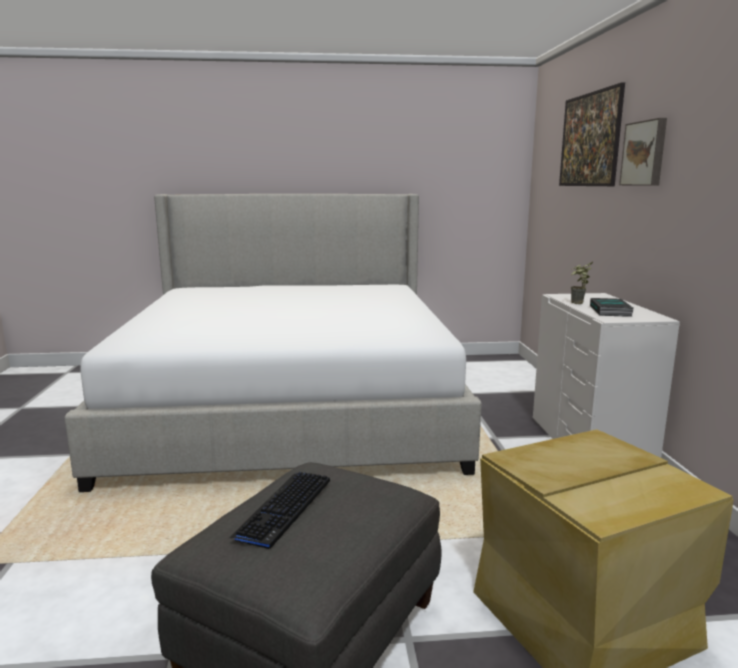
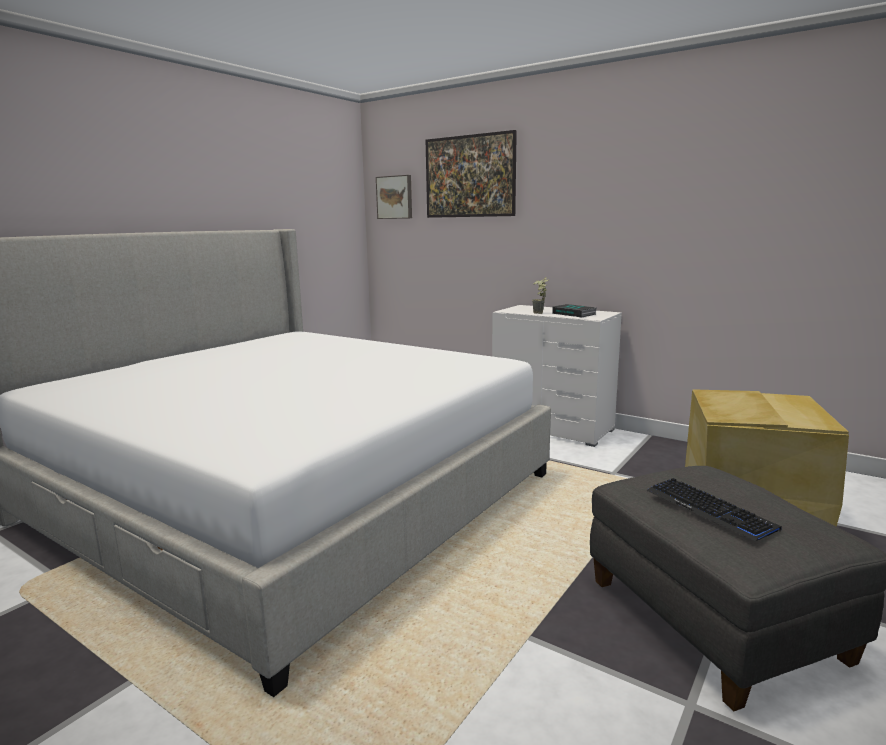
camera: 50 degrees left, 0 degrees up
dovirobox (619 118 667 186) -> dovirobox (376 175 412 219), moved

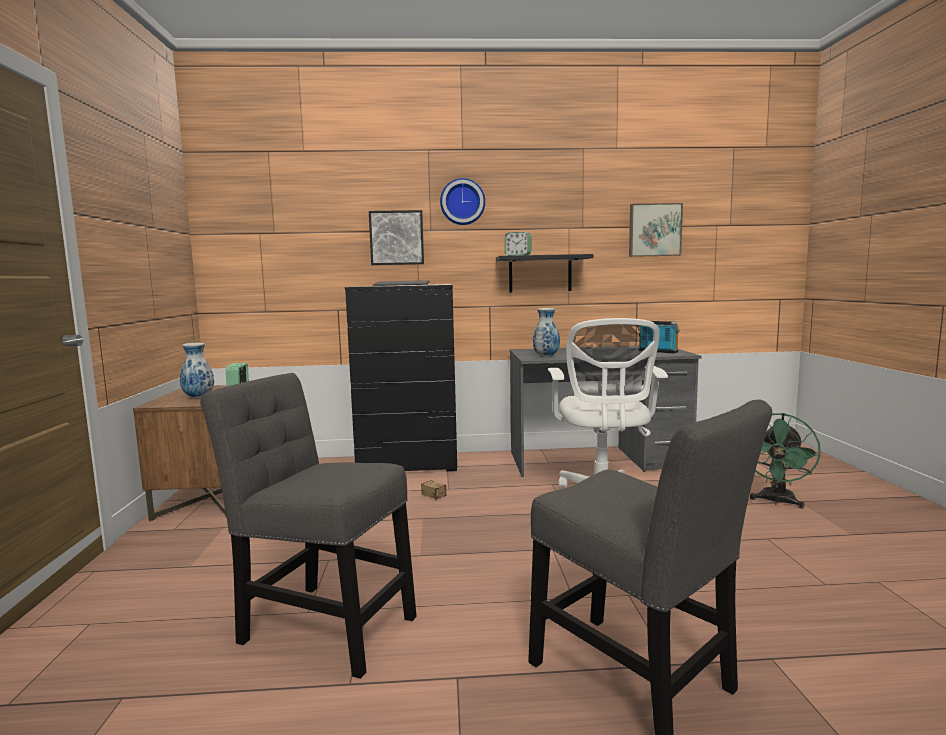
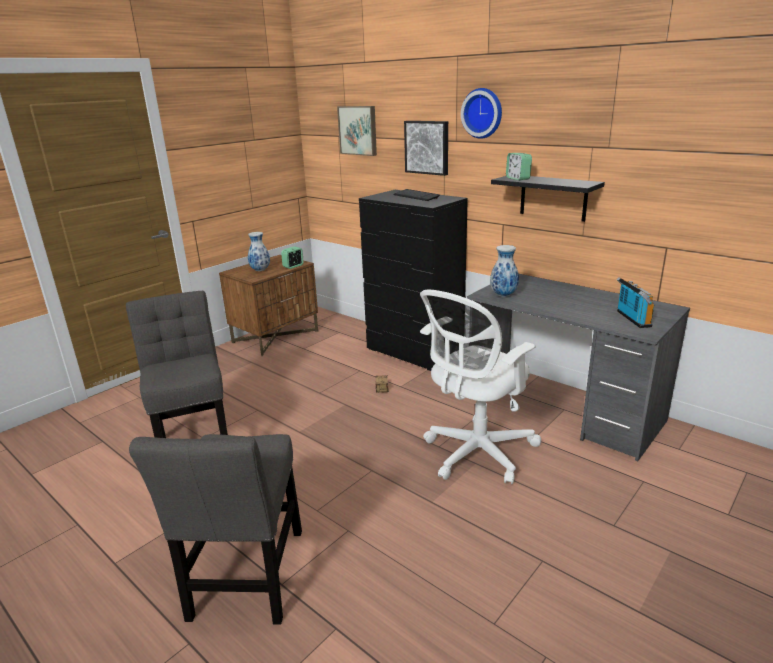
camera: 45 degrees right, 15 degrees up
dovirobox (629 203 683 257) -> dovirobox (337 106 377 156), moved
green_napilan (750 413 821 509) -> none

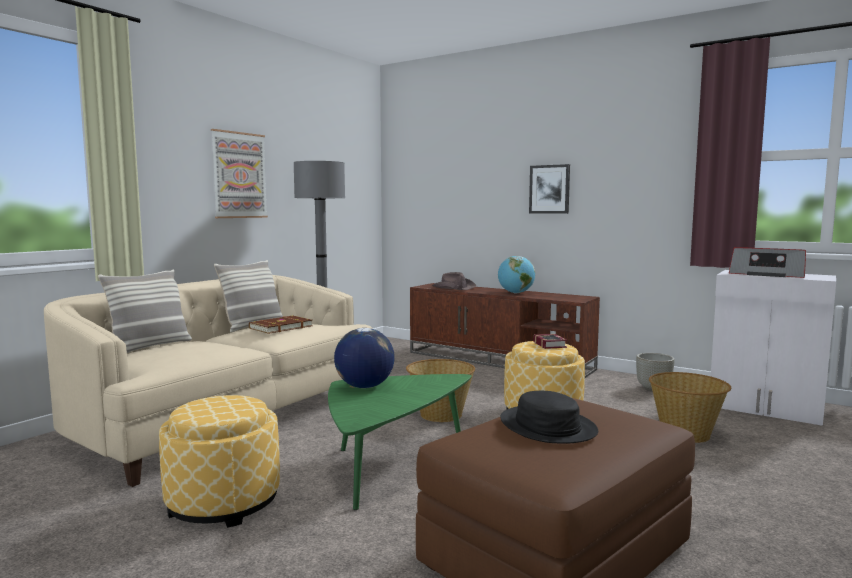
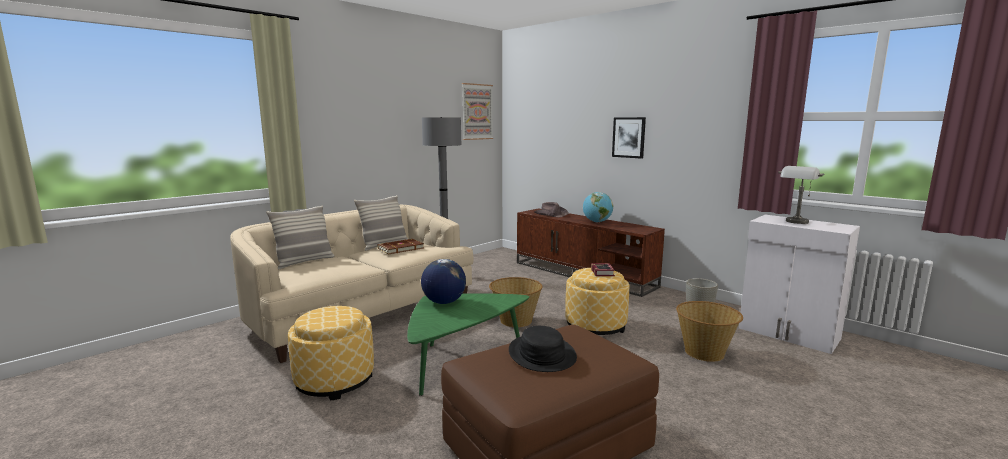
camera: 10 degrees right, 5 degrees up
dovirobox (211 129 268 218) -> dovirobox (462 83 493 140), moved
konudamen (729 247 806 278) -> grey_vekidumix (778 166 825 224)

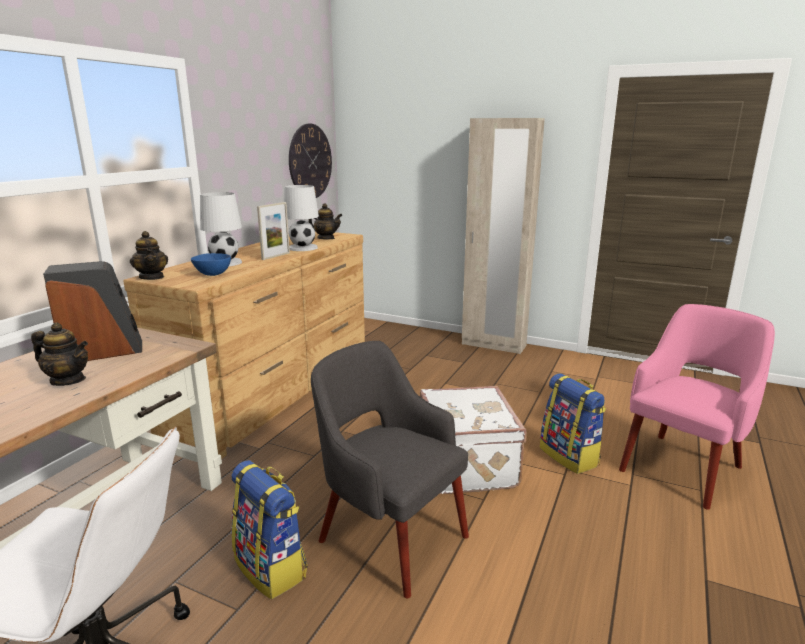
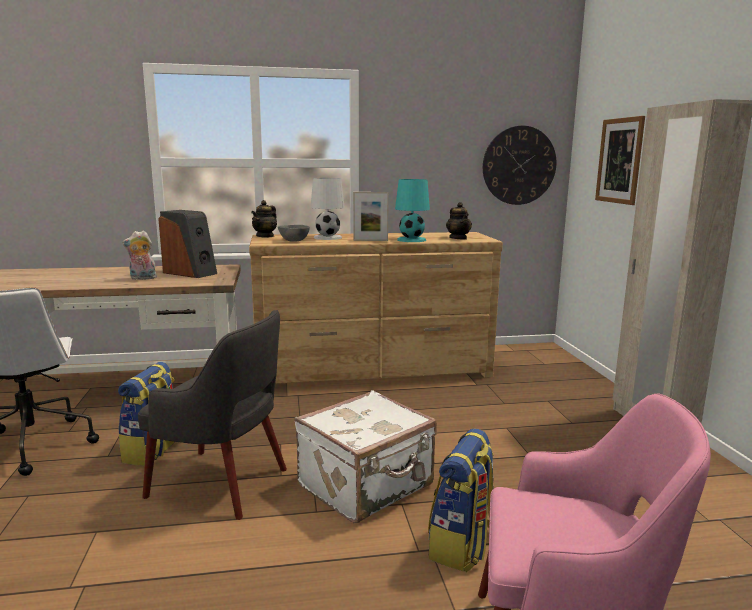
camera: 55 degrees right, 5 degrees down
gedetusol (31 322 88 386) -> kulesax (122 231 157 280)
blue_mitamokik (191 253 231 276) -> grey_mitamokik (278 225 310 242)
white_vekidumix (284 185 319 251) -> turquoise_vekidumix (395 179 430 242)
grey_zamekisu (311 341 469 598) -> grey_zamekisu (138 310 287 520), 105 degrees clockwise
none -> dovirobox (595 116 645 205)

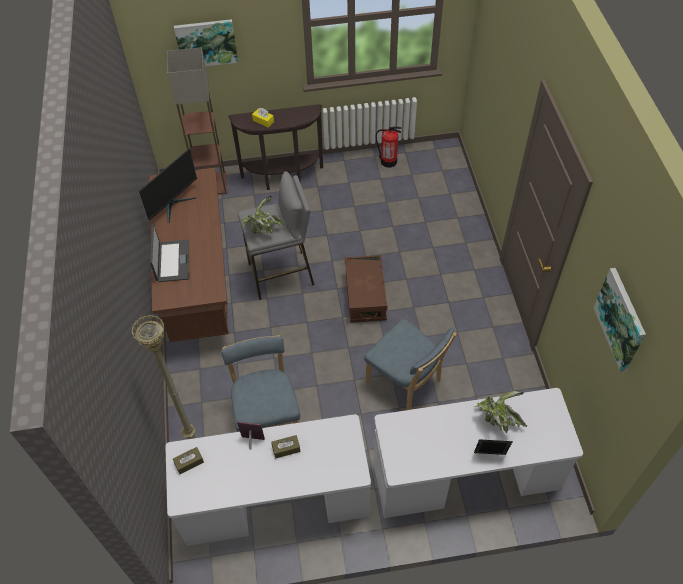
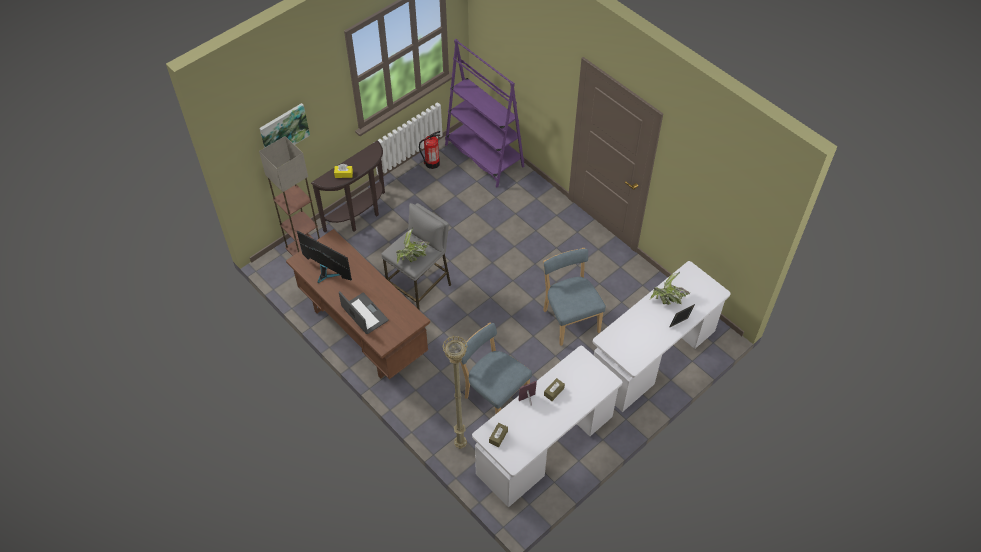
camera: 35 degrees left, 0 degrees up
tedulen (139 149 197 223) -> tedulen (297 231 352 283), 60 degrees counterclockwise
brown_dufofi (345 255 387 323) -> none
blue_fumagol (364 319 457 410) -> blue_fumagol (543 248 606 346), 120 degrees counterclockwise
dovirobox (593 268 646 372) -> none
none -> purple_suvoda (445 39 524 188)

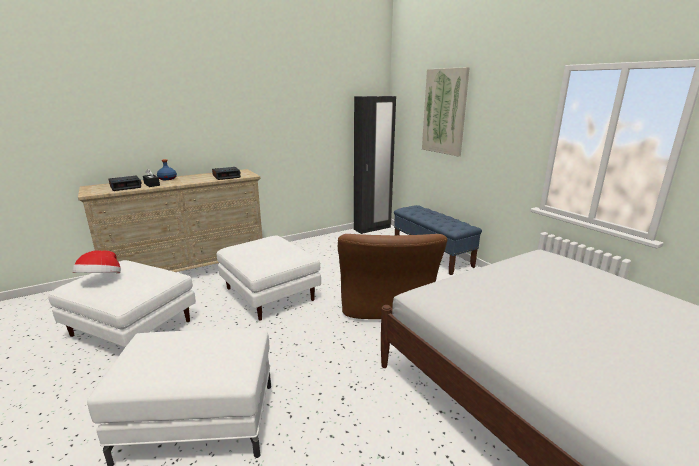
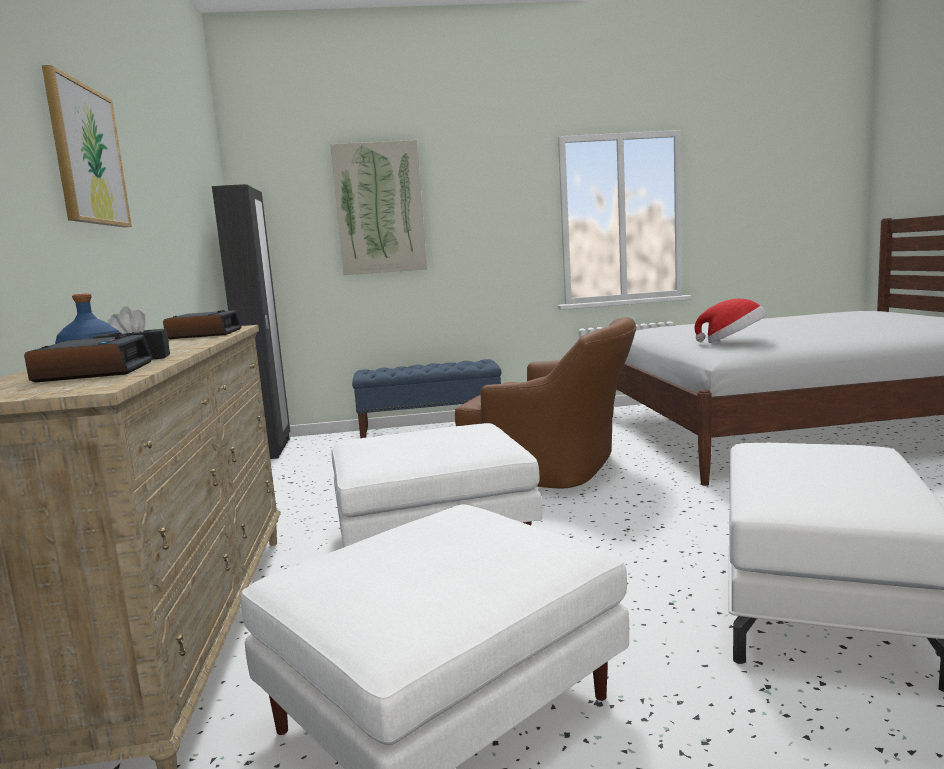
camera: 65 degrees left, 10 degrees down
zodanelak (73 250 121 273) -> zodanelak (694 299 767 343), moved
none -> dovirobox (42 65 132 227)

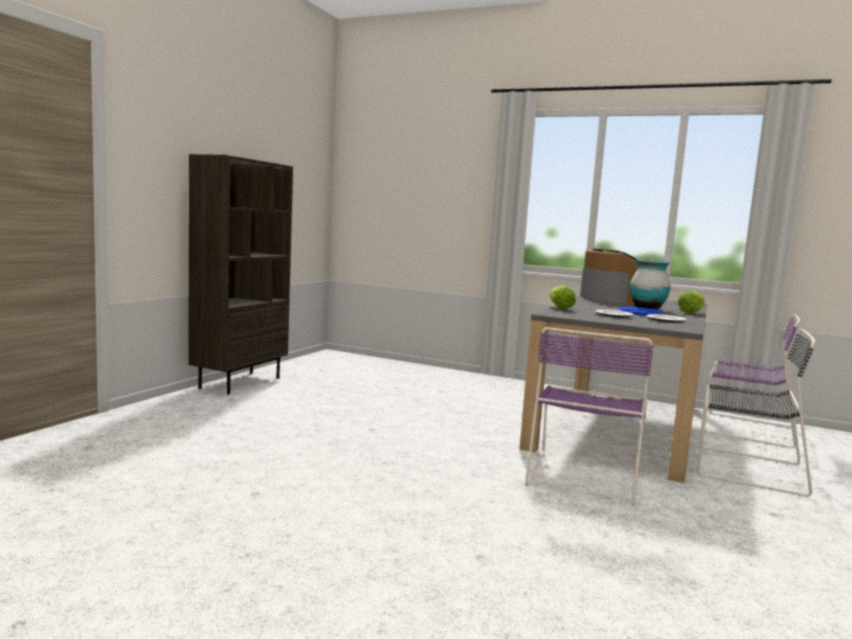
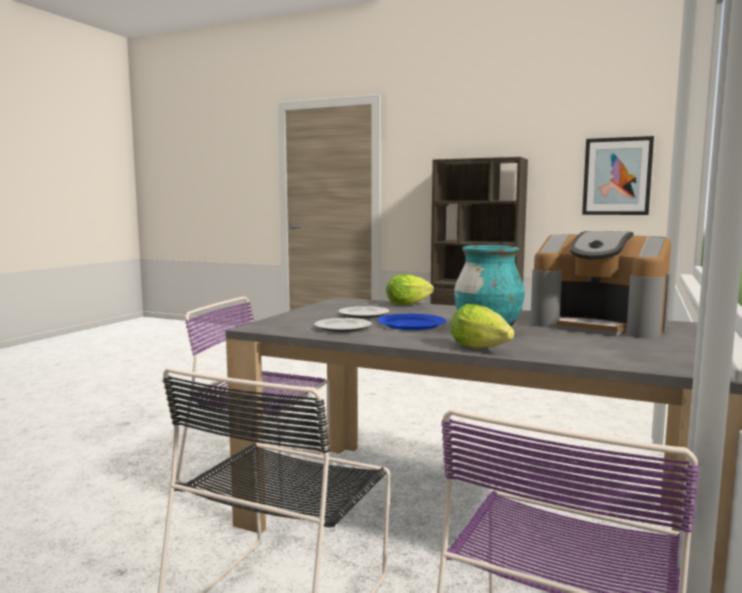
camera: 90 degrees right, 0 degrees up
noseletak (580 248 638 304) -> noseletak (530 231 671 338), 45 degrees clockwise
none -> dovirobox (582 136 654 215)

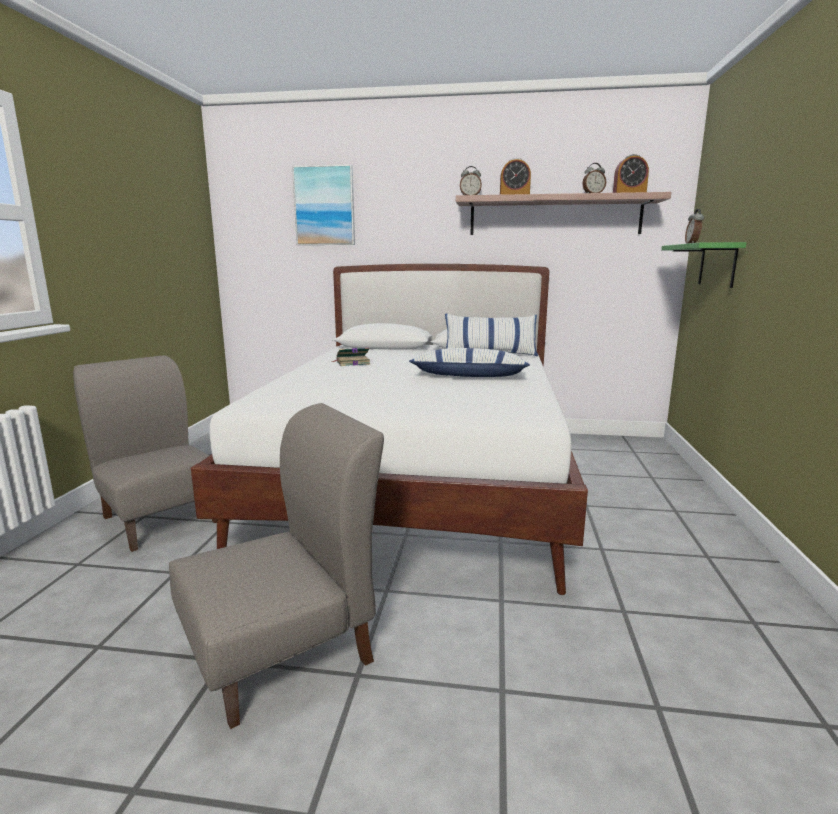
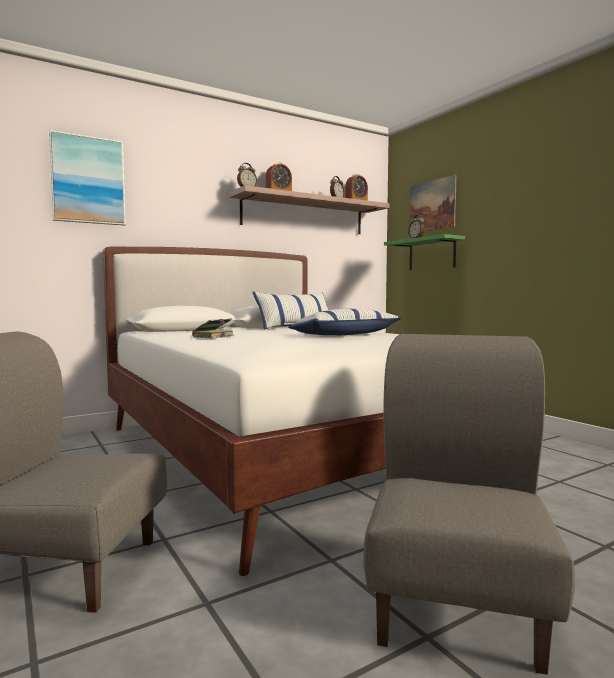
camera: 40 degrees left, 10 degrees down
none -> dovirobox (410 175 457 231)

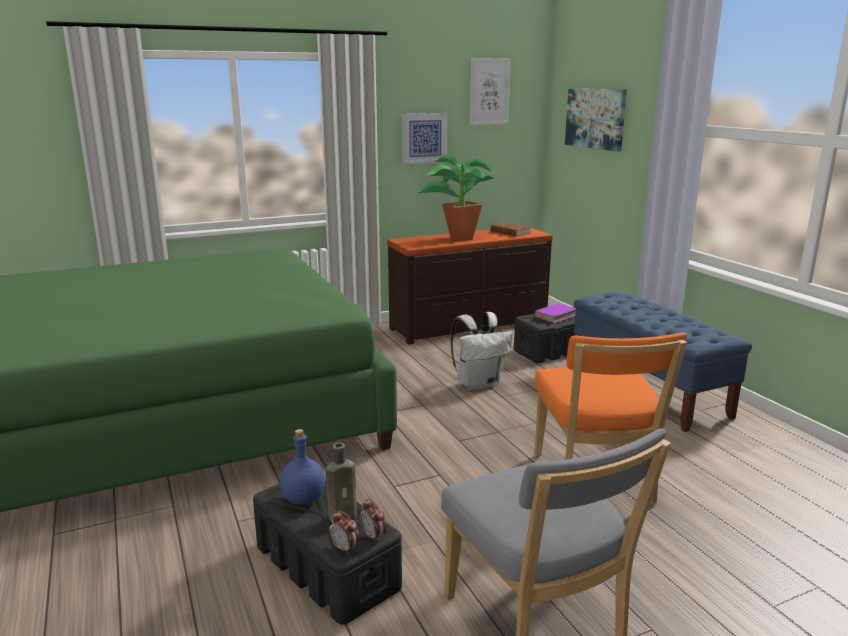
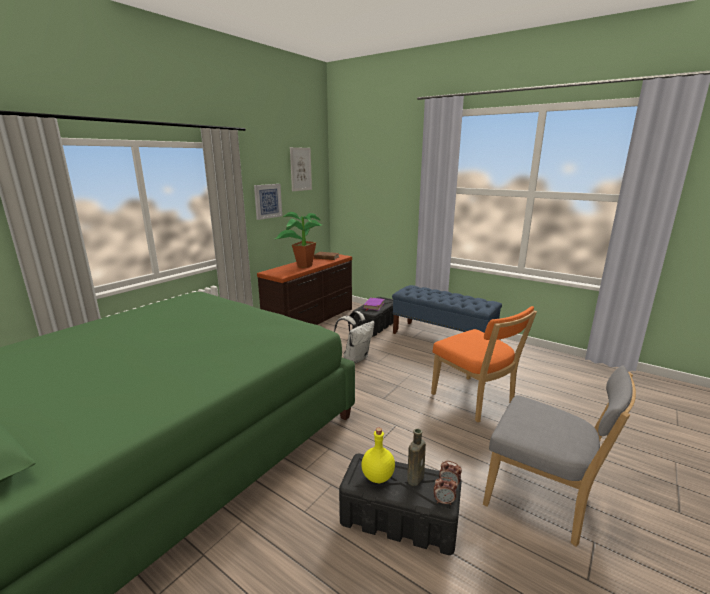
camera: 30 degrees left, 0 degrees up
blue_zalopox (280 429 325 505) -> yellow_zalopox (361 428 395 483)
dovirobox (565 89 627 152) -> none

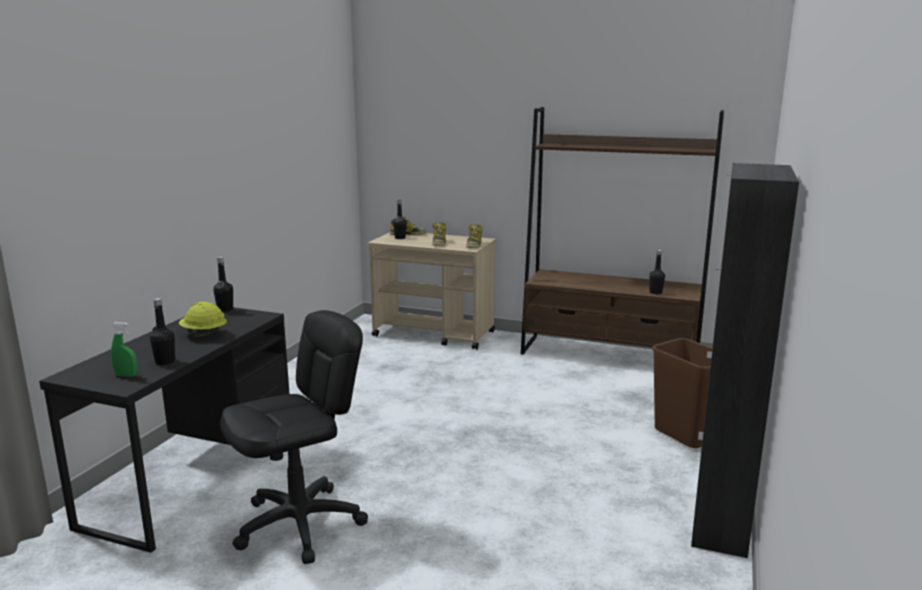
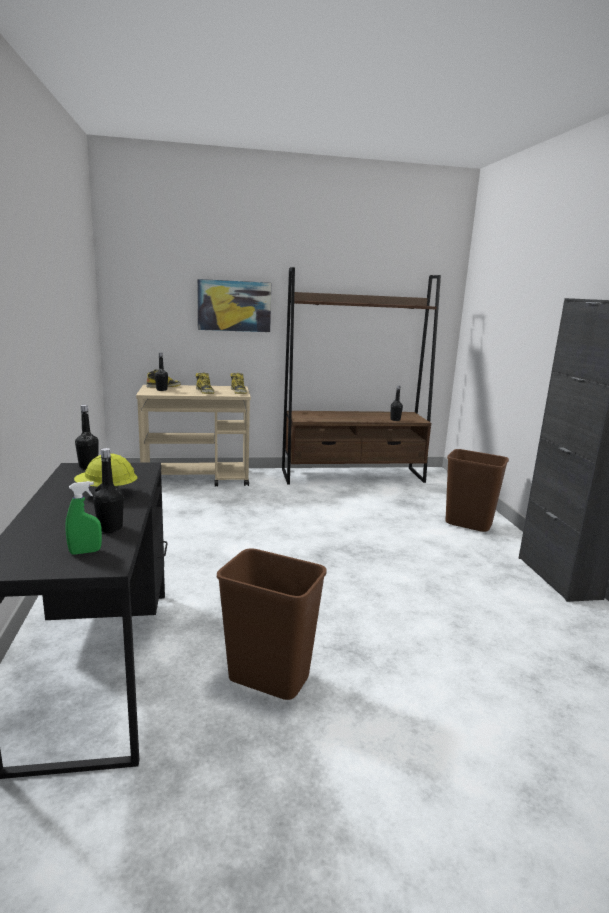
camera: 30 degrees left, 0 degrees up
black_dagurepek (220 310 368 564) -> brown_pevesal (217 548 327 700)
none -> dovirobox (197 279 271 332)

